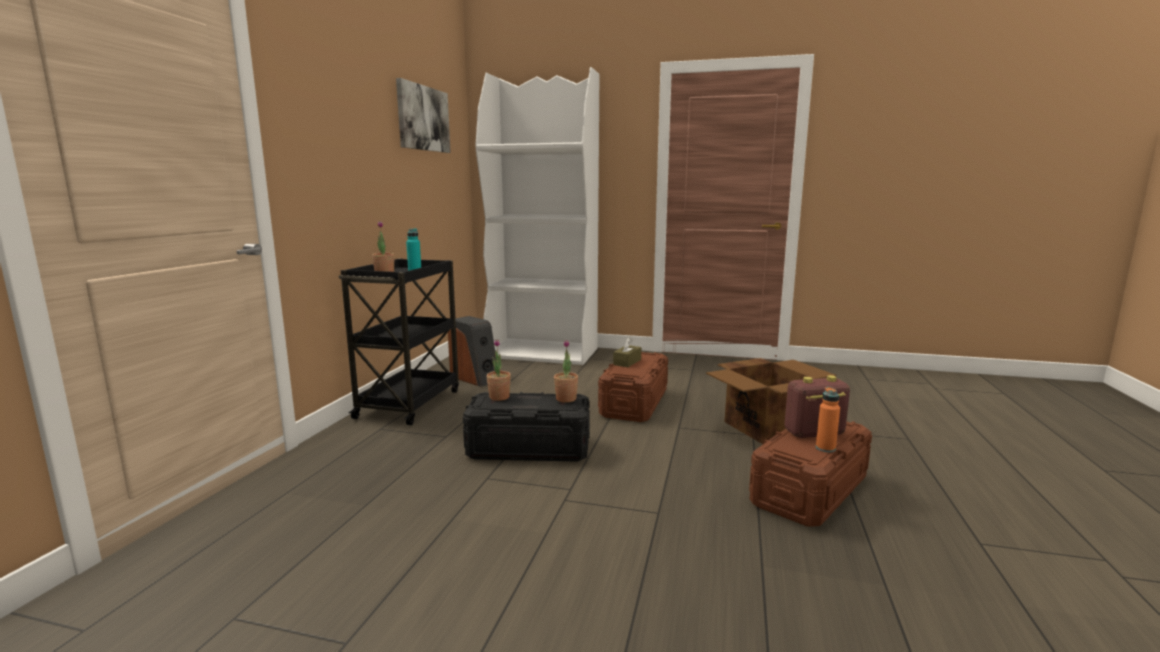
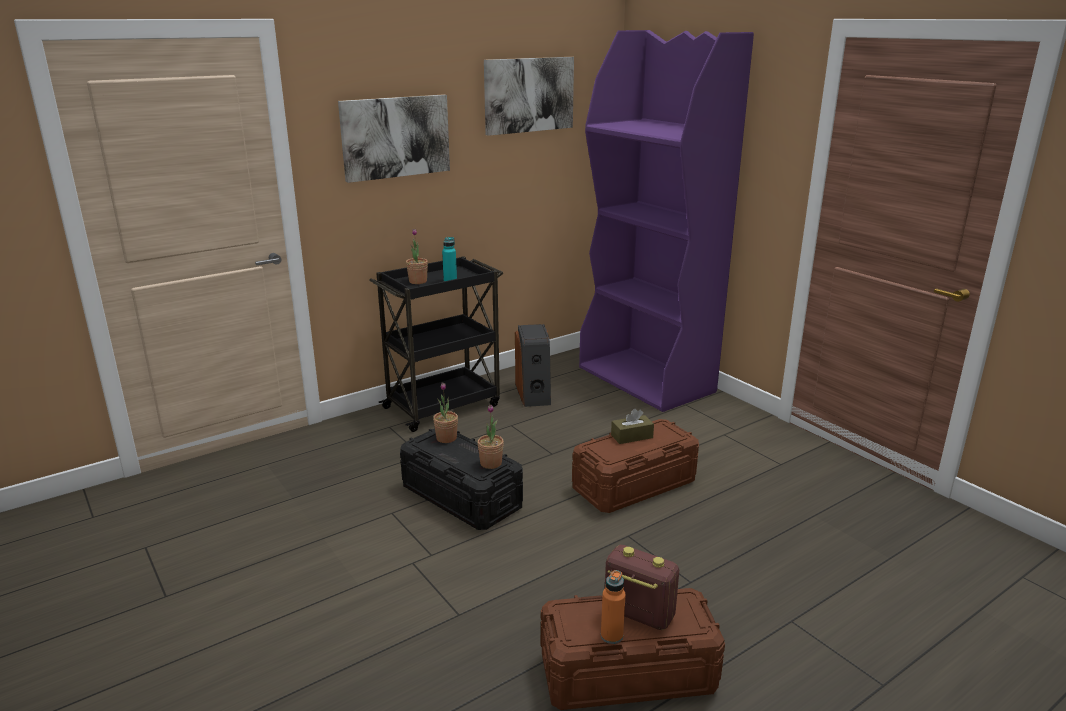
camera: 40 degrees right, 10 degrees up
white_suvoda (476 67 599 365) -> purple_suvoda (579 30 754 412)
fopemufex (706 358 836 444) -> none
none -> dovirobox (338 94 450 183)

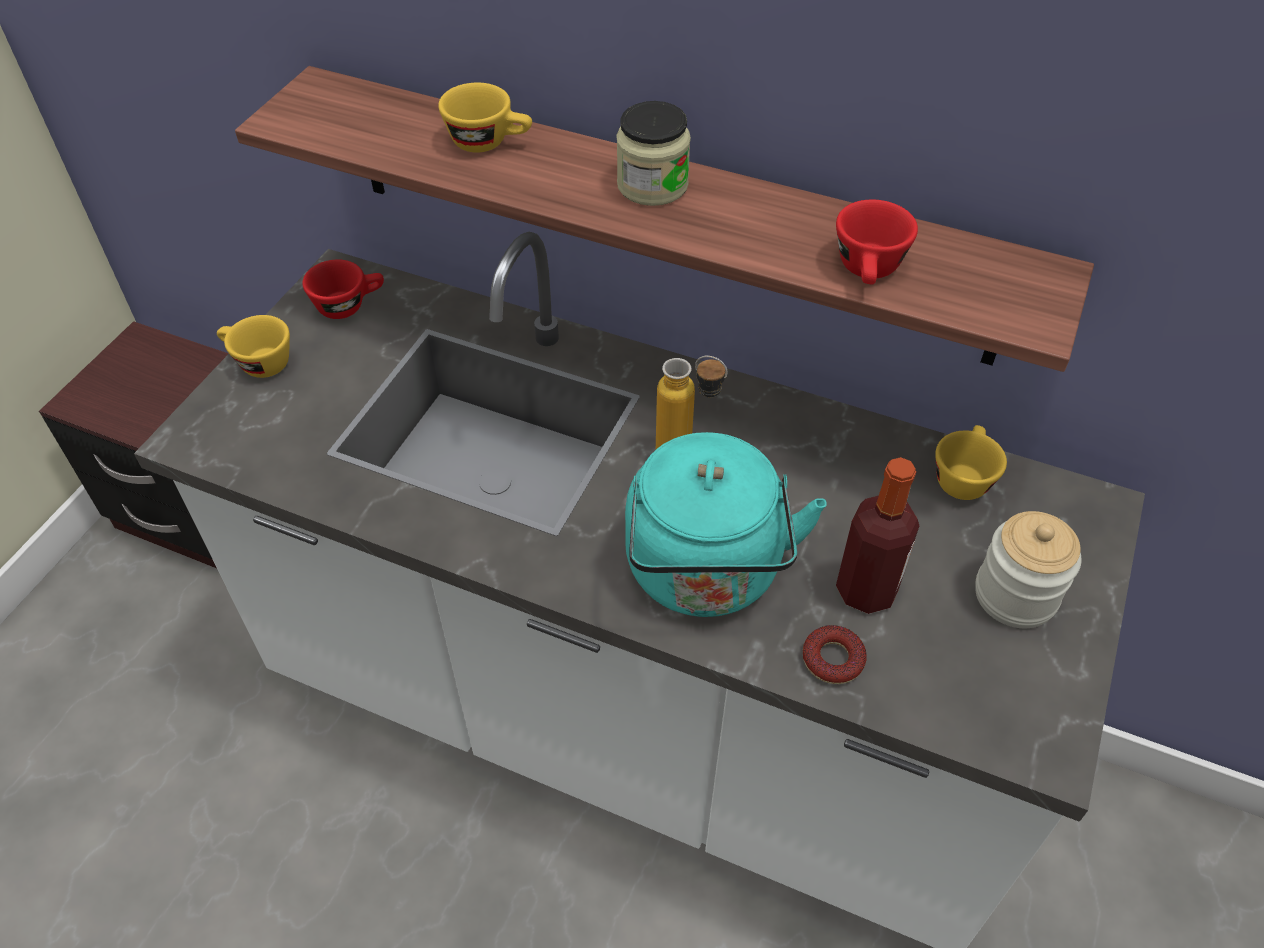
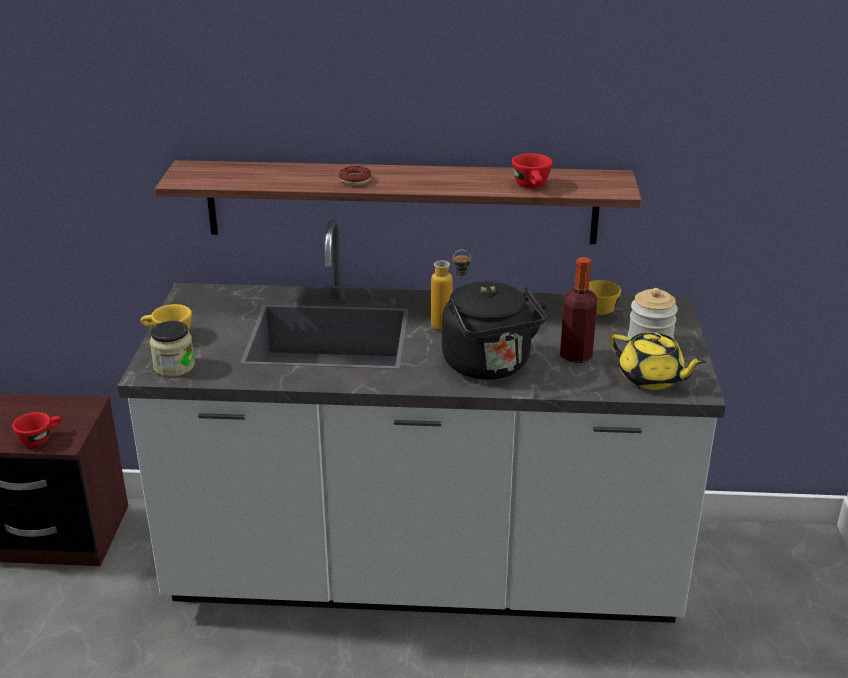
camera: 20 degrees left, 20 degrees down
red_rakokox (303 259 384 319) -> red_rakokox (12 412 61 447), moved
yellow_rakokox (438 83 532 153) -> none
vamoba (616 101 691 206) -> vamoba (150 321 195 377), moved
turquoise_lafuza (625 432 827 617) -> black_lafuza (442 282 547 380)
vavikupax (803 625 867 684) -> vavikupax (339 166 371 185), moved
none -> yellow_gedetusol (610 332 706 390)

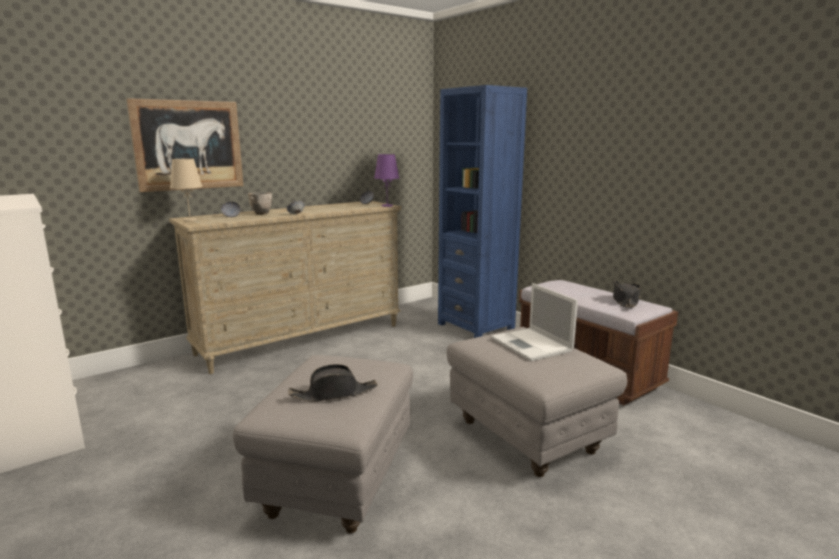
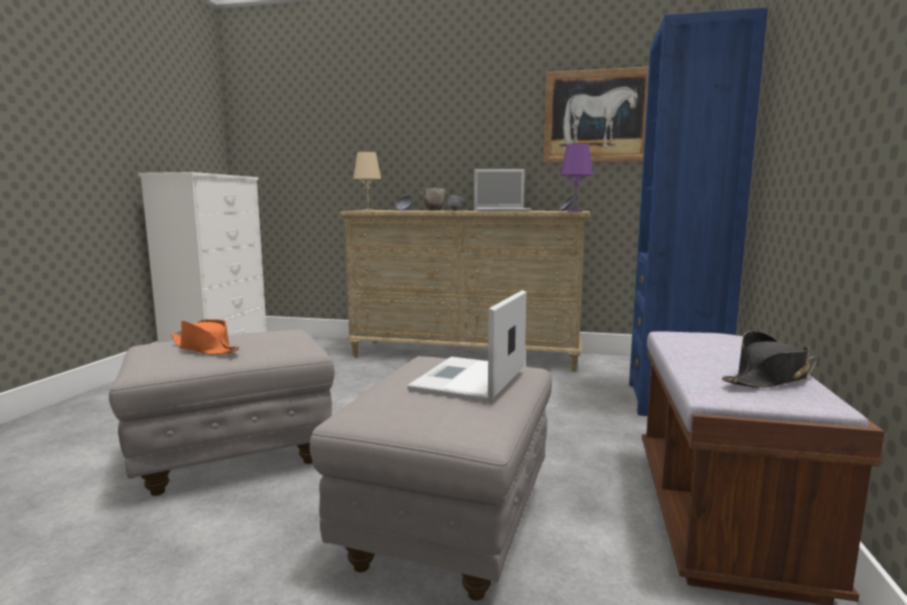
camera: 50 degrees right, 5 degrees down
dovirobox (127 98 243 192) -> dovirobox (543 67 649 163), moved
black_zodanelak (288 364 377 402) -> orange_zodanelak (171 319 240 355)
none -> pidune (474 169 531 211)

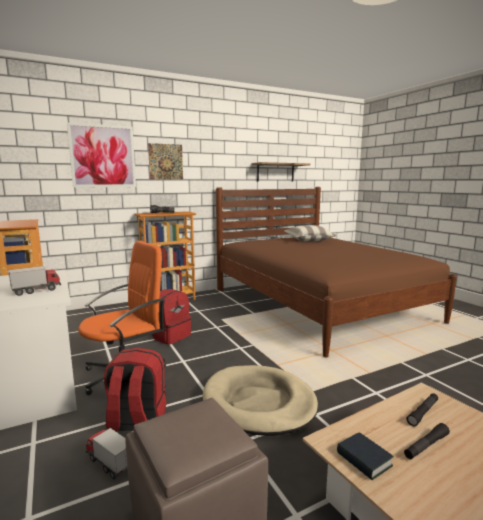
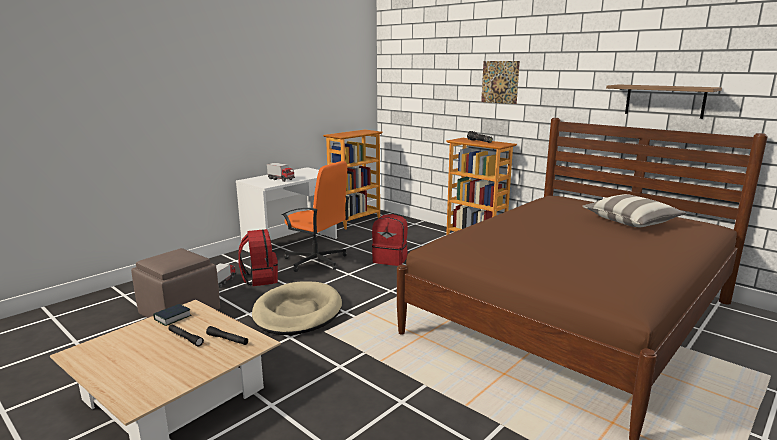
camera: 70 degrees right, 5 degrees up
dovirobox (67 122 136 188) -> none

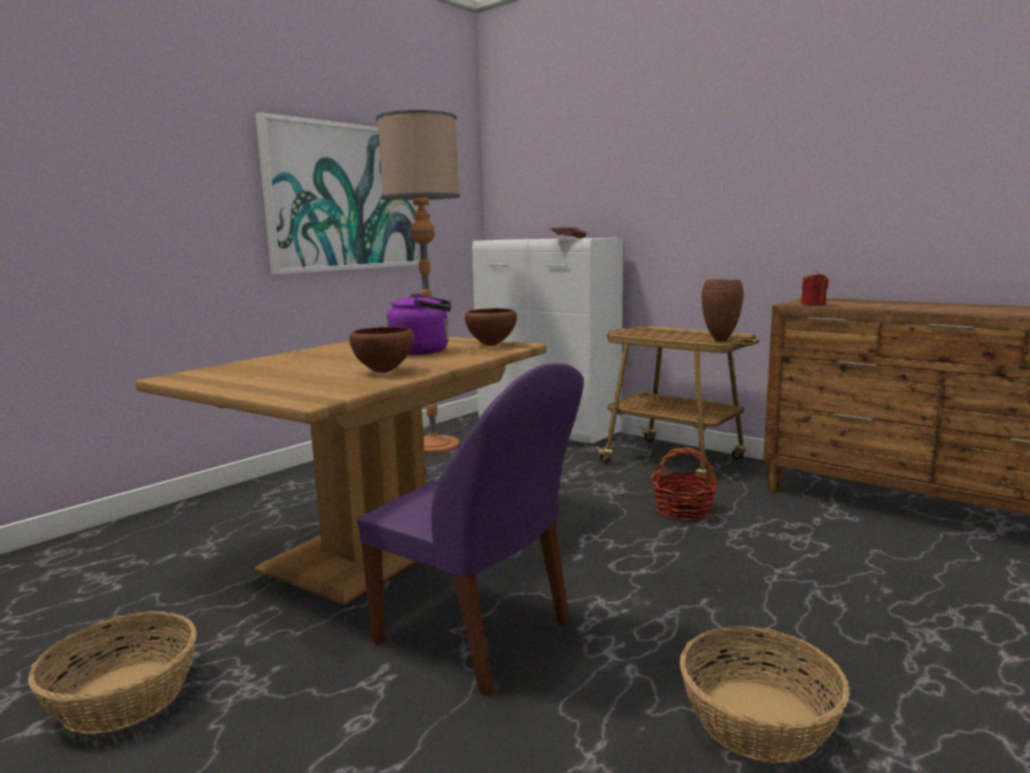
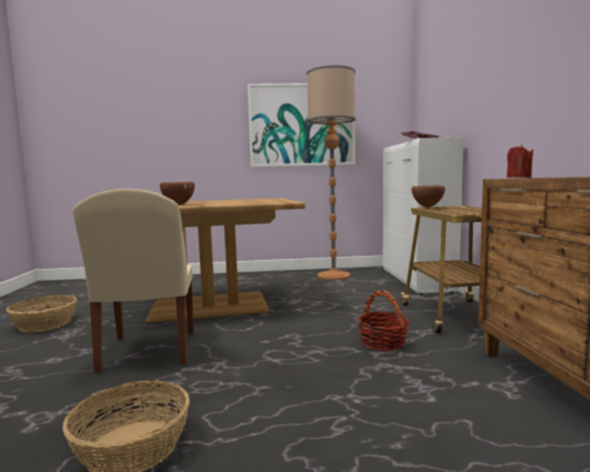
camera: 45 degrees right, 5 degrees down
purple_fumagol (357 363 584 696) -> beige_fumagol (73 189 194 373)
purple_lafuza (387 293 451 355) -> none
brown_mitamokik (465 308 517 346) -> brown_mitamokik (412 186 445 207), moved
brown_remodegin (701 279 744 342) -> none

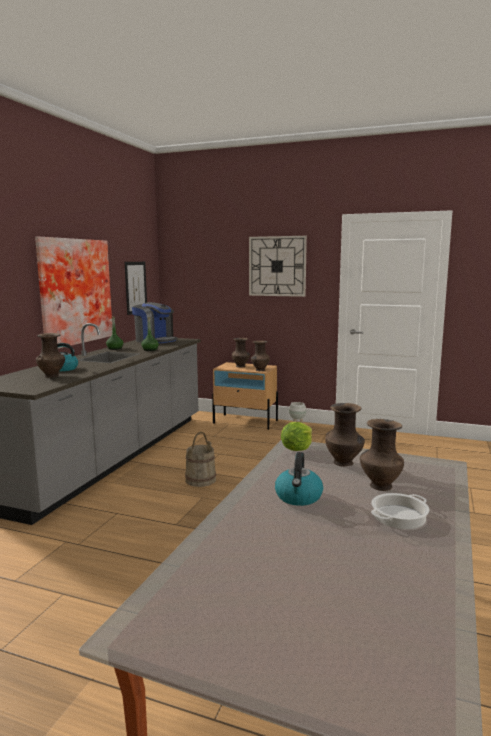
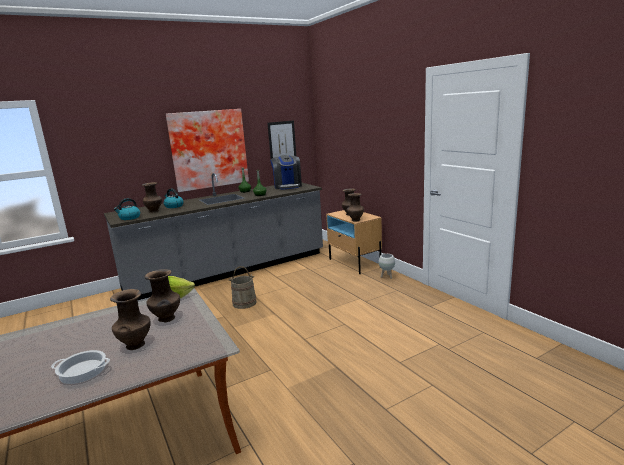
camera: 40 degrees right, 5 degrees up
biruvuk (249 236 307 297) -> none
lafuza (275 452 323 506) -> lafuza (114 198 140 220), moved

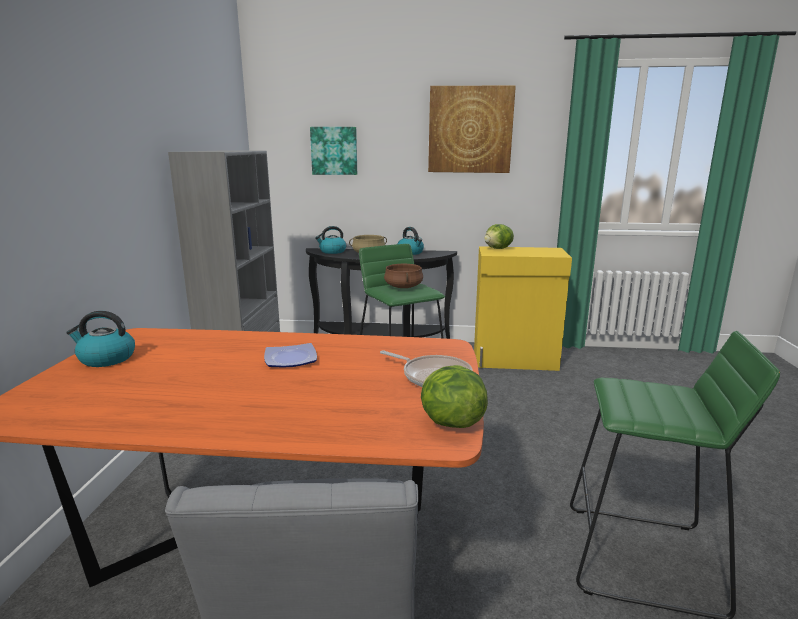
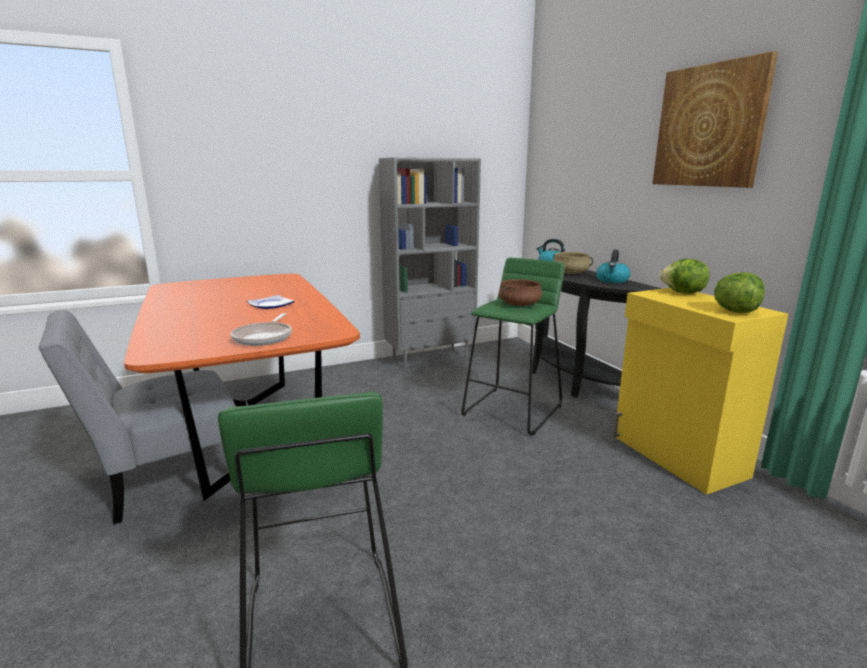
camera: 60 degrees right, 0 degrees up
lafuza (66 311 135 367) -> none
dovirobox (310 127 357 175) -> none
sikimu (421 365 488 428) -> sikimu (714 272 765 313), moved

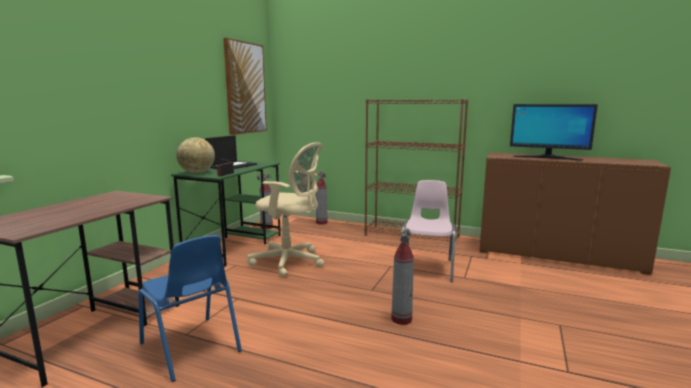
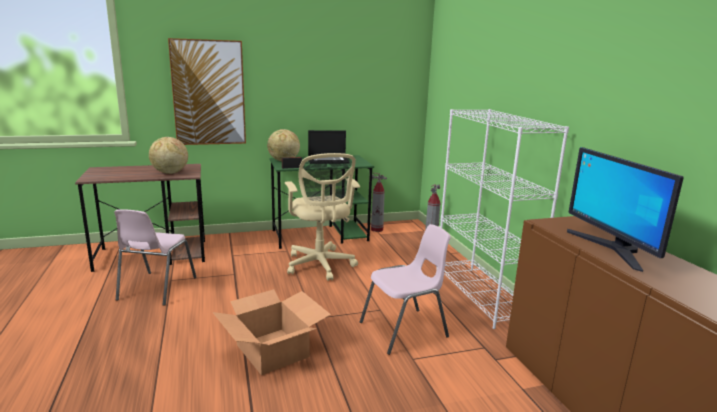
camera: 50 degrees right, 5 degrees up
blue_fumagol (138 235 242 382) -> pink_fumagol (114 209 196 306)
dovirobox (223 38 267 135) -> dovirobox (168 38 246 145), moved
brown_suvoda (364 99 468 241) -> white_suvoda (436 109 569 329)
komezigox (391 228 414 325) -> fopemufex (213 289 331 375)
none -> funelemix (149 137 188 174)

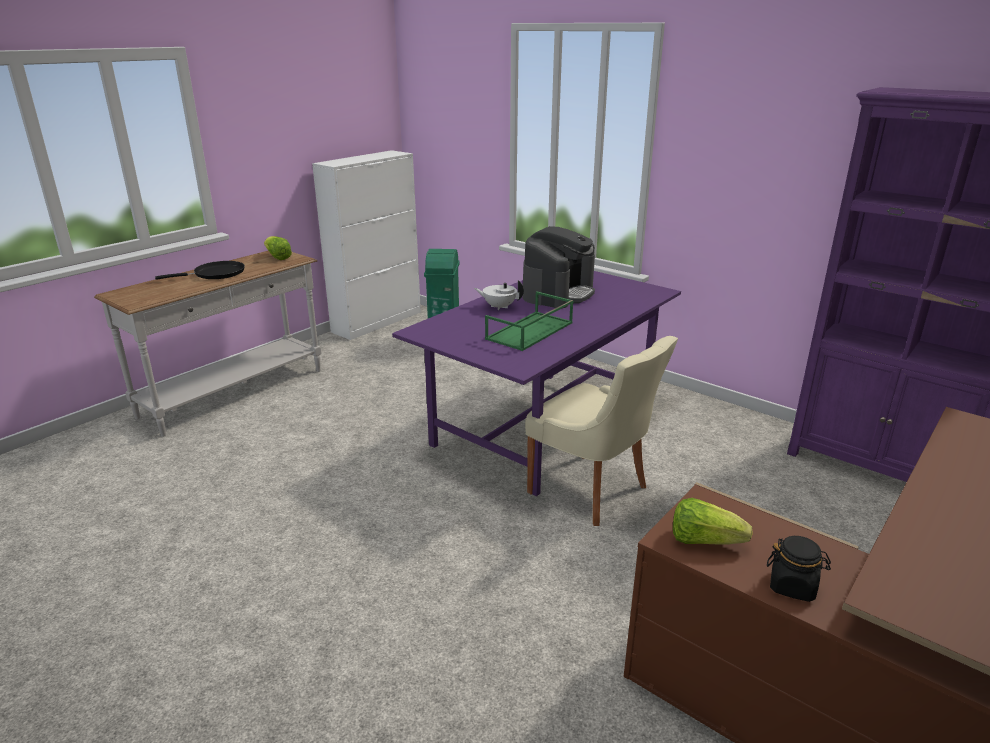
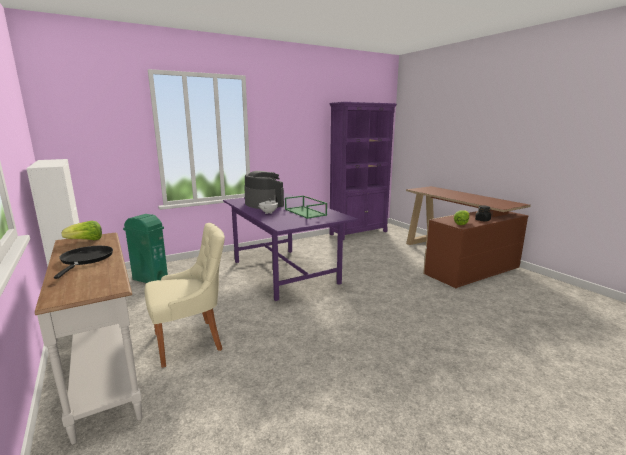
camera: 70 degrees left, 10 degrees down
beige_fumagol (525 336 678 526) -> beige_fumagol (145 223 225 368), moved

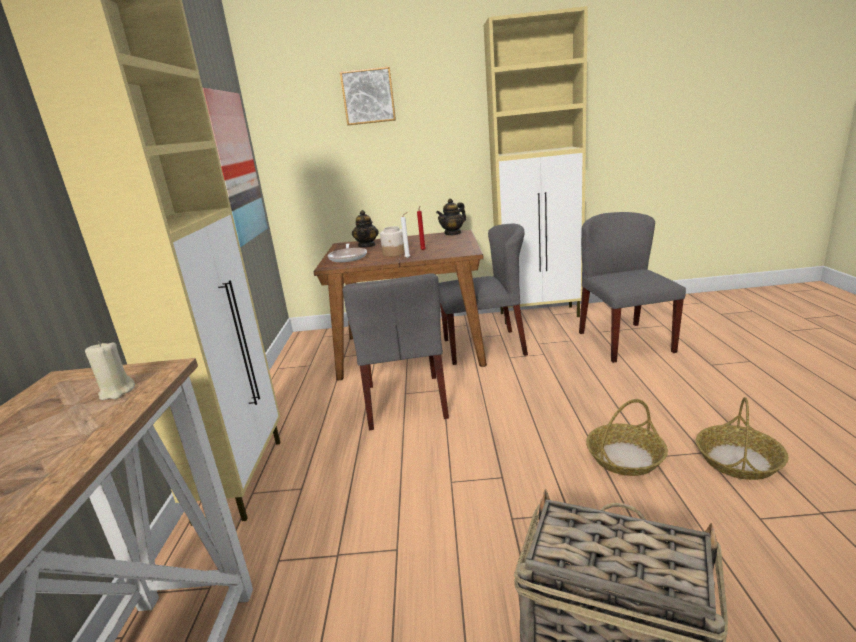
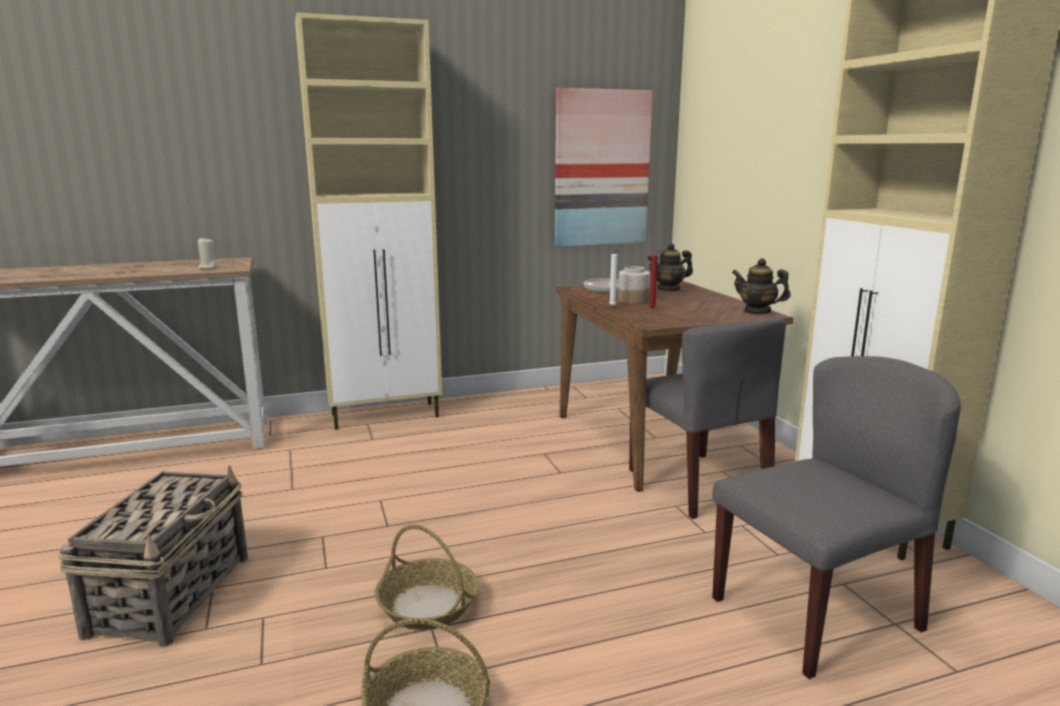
camera: 70 degrees right, 5 degrees down
dovirobox (340 66 396 125) -> none
grey_fumagol (343 274 449 430) -> none

